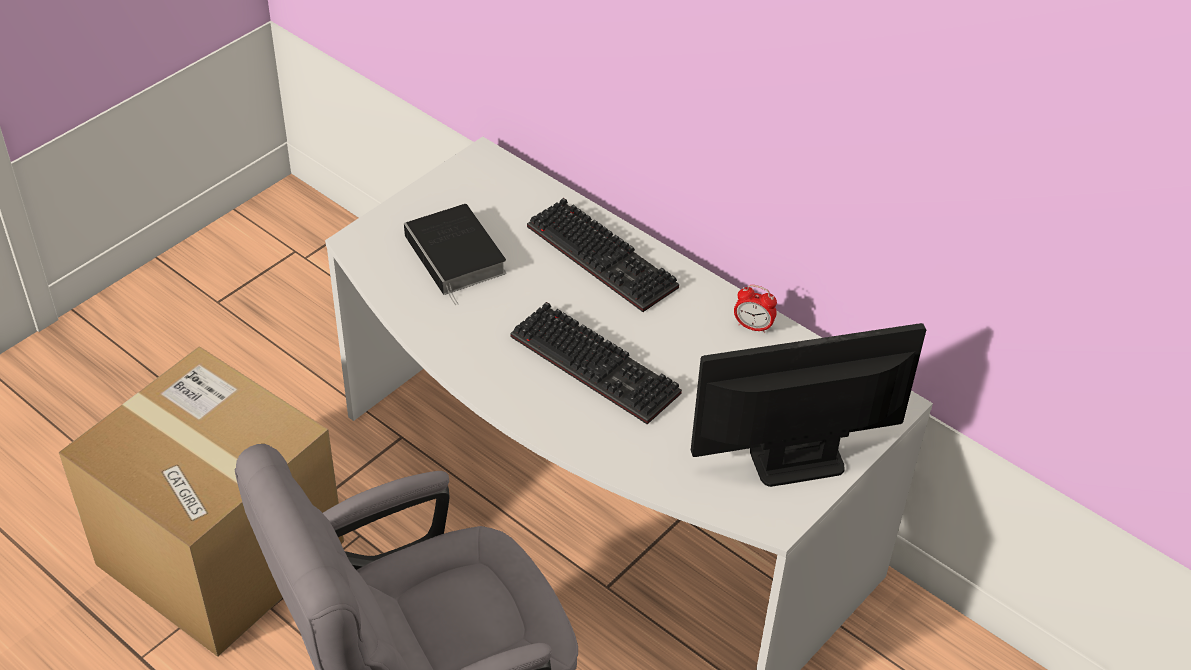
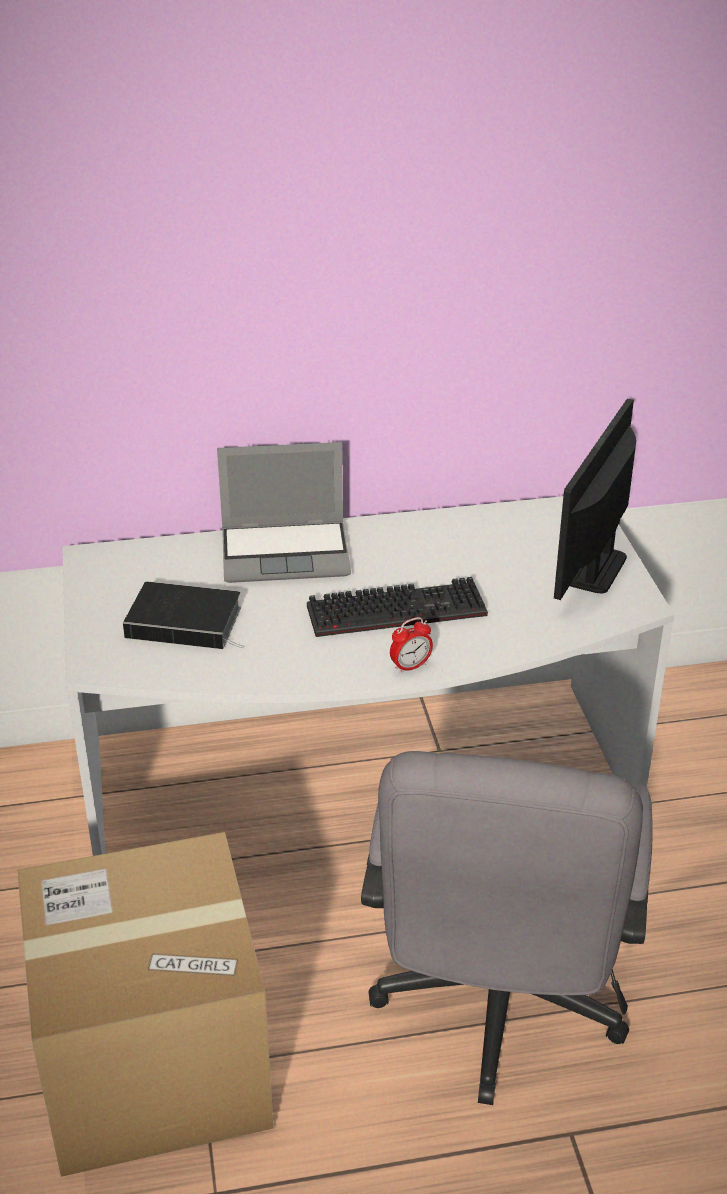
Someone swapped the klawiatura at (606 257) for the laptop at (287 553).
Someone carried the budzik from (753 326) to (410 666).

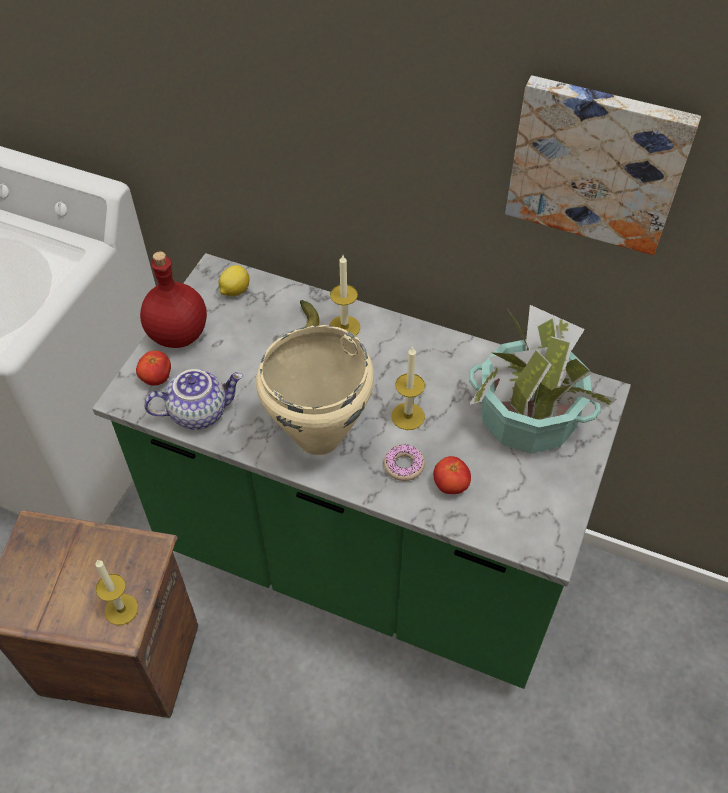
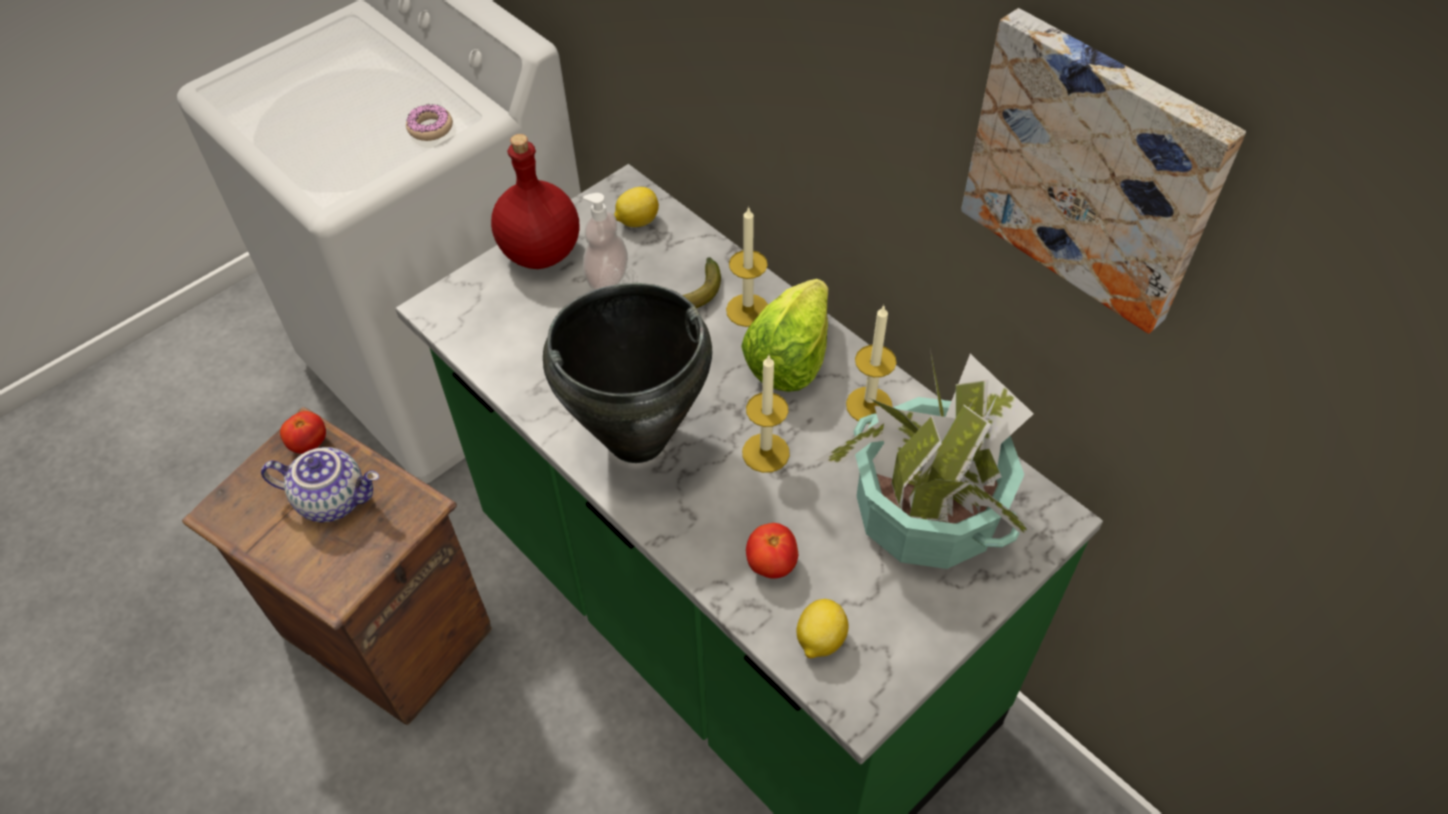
Someone carried the imbryk from (199 411) to (334 498).
Someone carried the pomidor from (156 378) to (309 444).
Someone carried the donut from (404 465) to (430 128).
Someone repainted the garnek [beżowy] at (317 437), which became the garnek [czarny] at (635 438).
Someone put down the dozownik mydła at (607 277).
Someone put down the sałata at (789 358).
Someone put down the cytryna at (819 640).
Someone carried the świeca from (121 609) to (869 405).

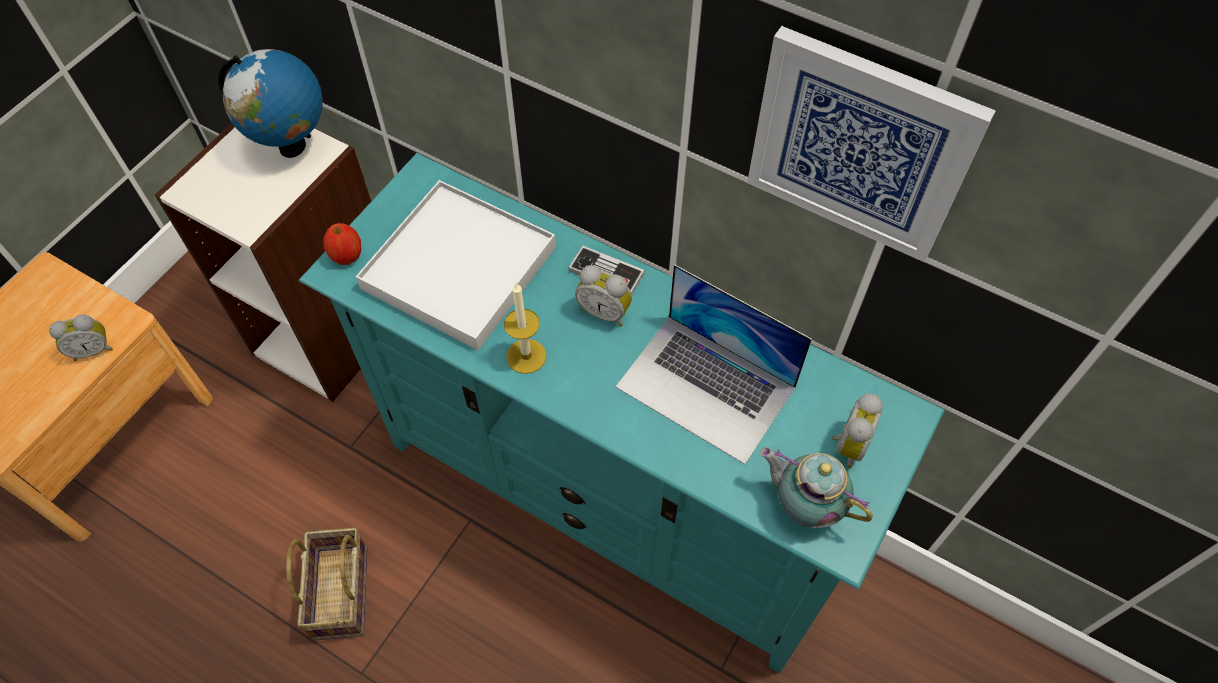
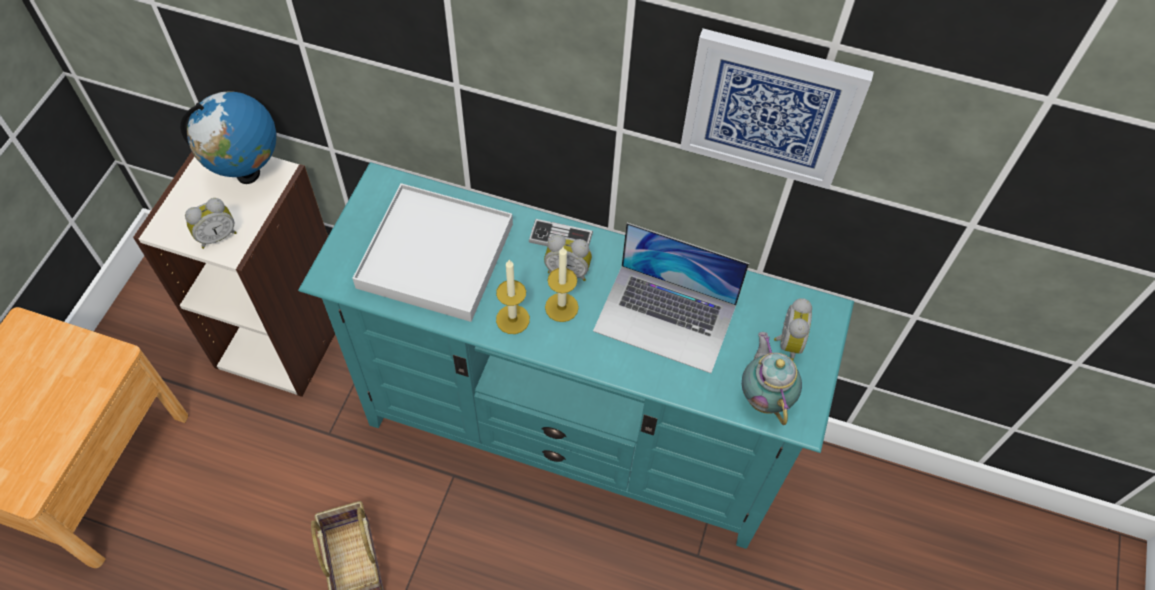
Someone carried the budzik from (93 349) to (217 236).
Someone put down the świeca at (561 307).
Someone rotated the imbryk at (804 505) by 60 degrees clockwise.
Someone took away the jabłko at (347 256).

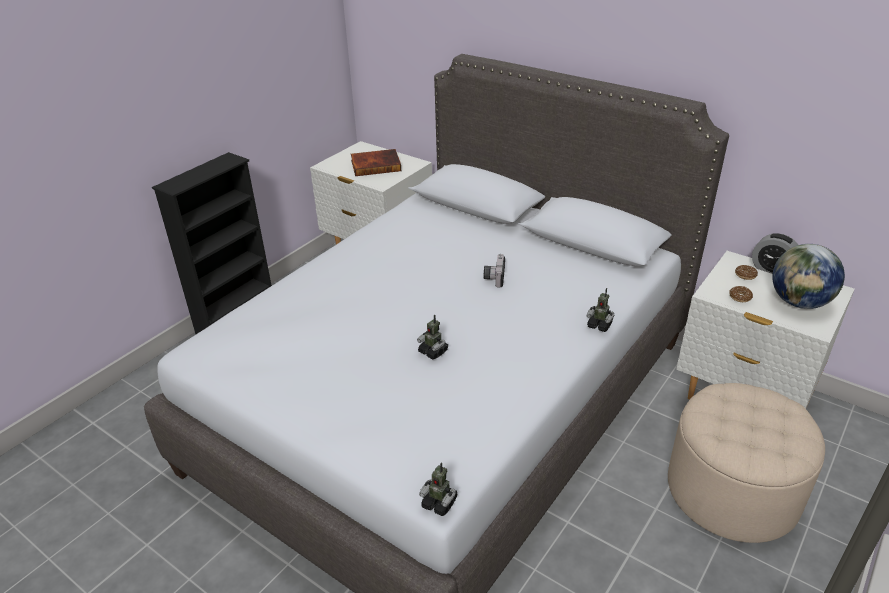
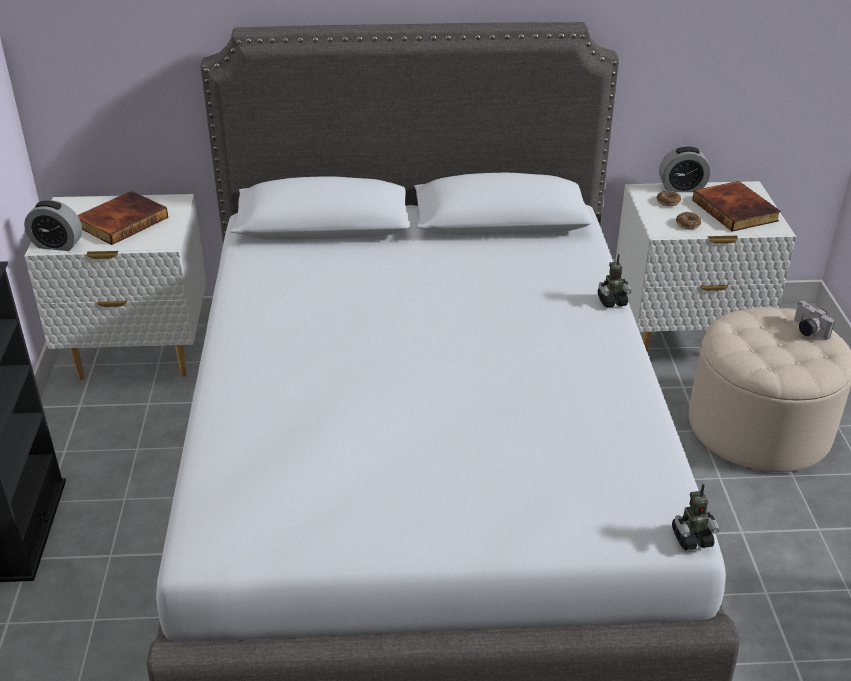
Someone put down the budzik at (57 245).
Someone swapped the globus at (799 302) for the książka at (736 210).
Someone carried the aparat fotograficzny from (494 277) to (807 330).
Someone took away the robot zabawkowy at (433 352).

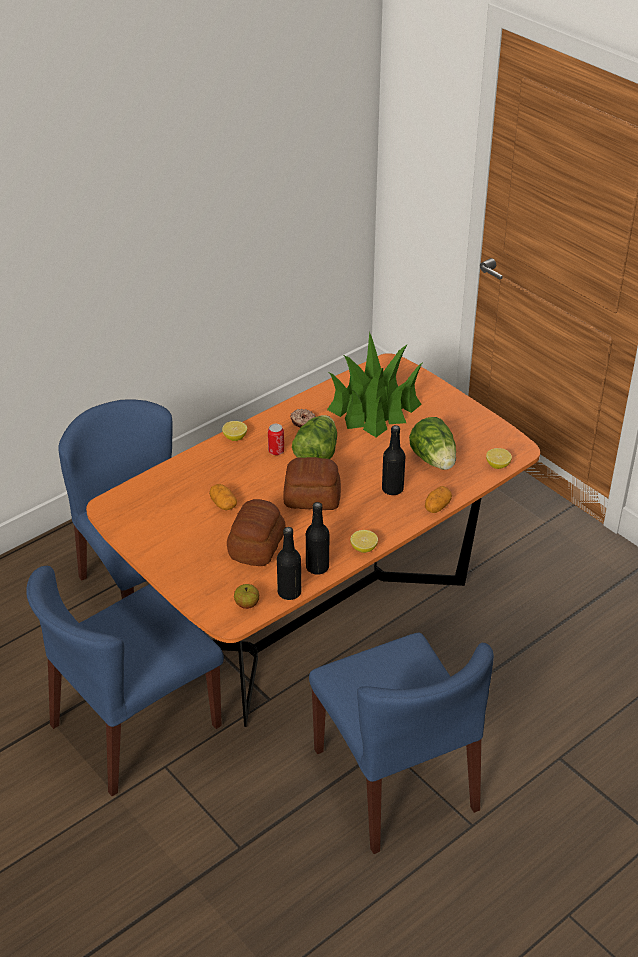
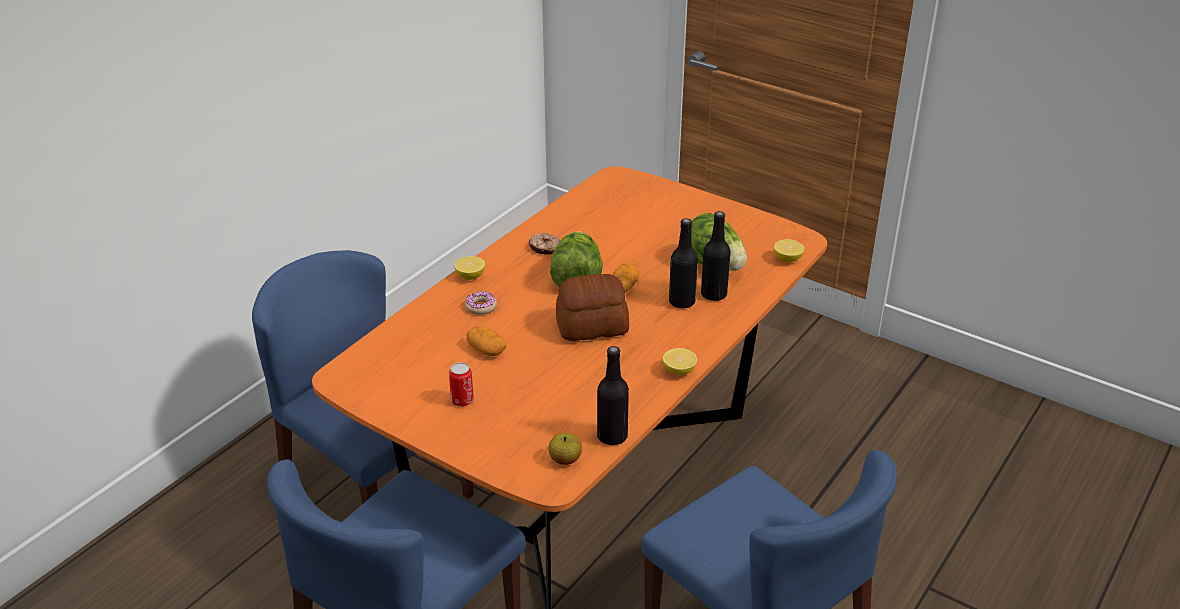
Someone carried the puszka from (276 451) to (462 401).
Someone put down the donut at (481 307).
Someone carried the ziemniak from (437 506) to (624 286).
Someone carried the butelka [czarny] from (317 567) to (713 294).
Someone took away the chleb at (258 546).
Someone took away the roślina doniczkowa at (373 408).

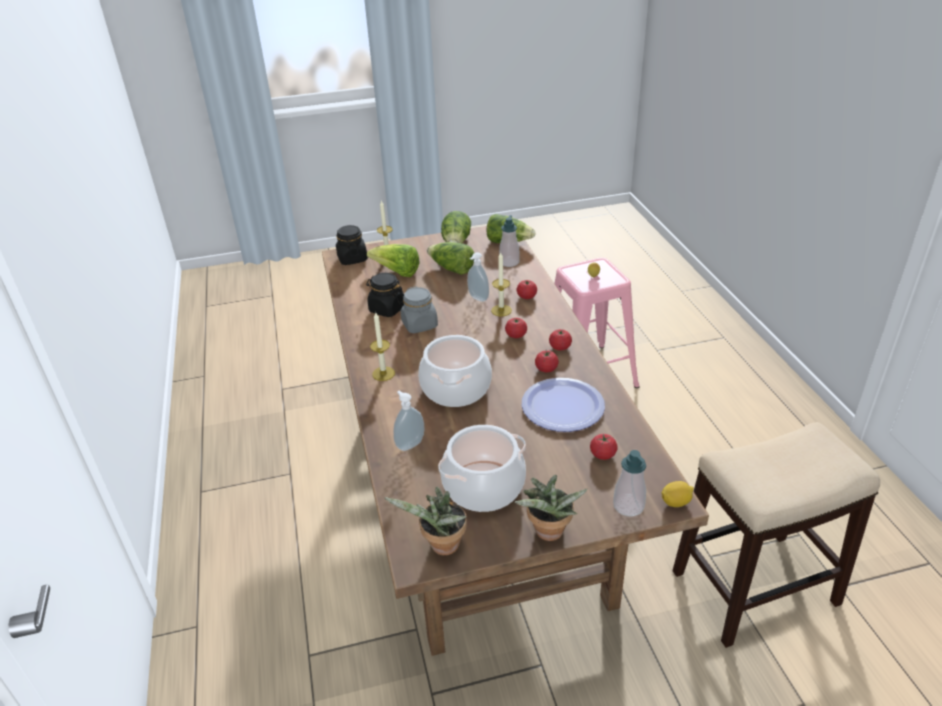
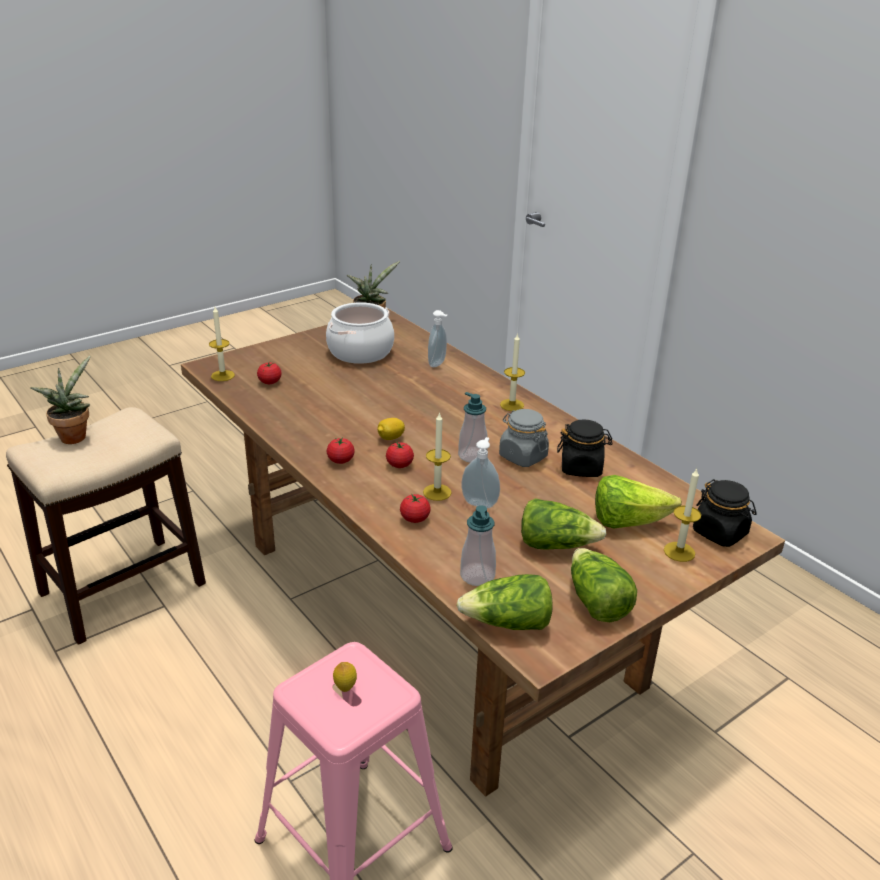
Someone carried the roślina doniczkowa from (548 534) to (74 436).
Someone put down the świeca at (222 375).
Someone carried the cytryna from (676 502) to (390 438).
Someone carried the dozownik mydła from (628 506) to (472 456).
Someone took away the garnek at (456 388).
Someone took away the talerz at (562 406).
Someone took away the pomidor at (546 369).

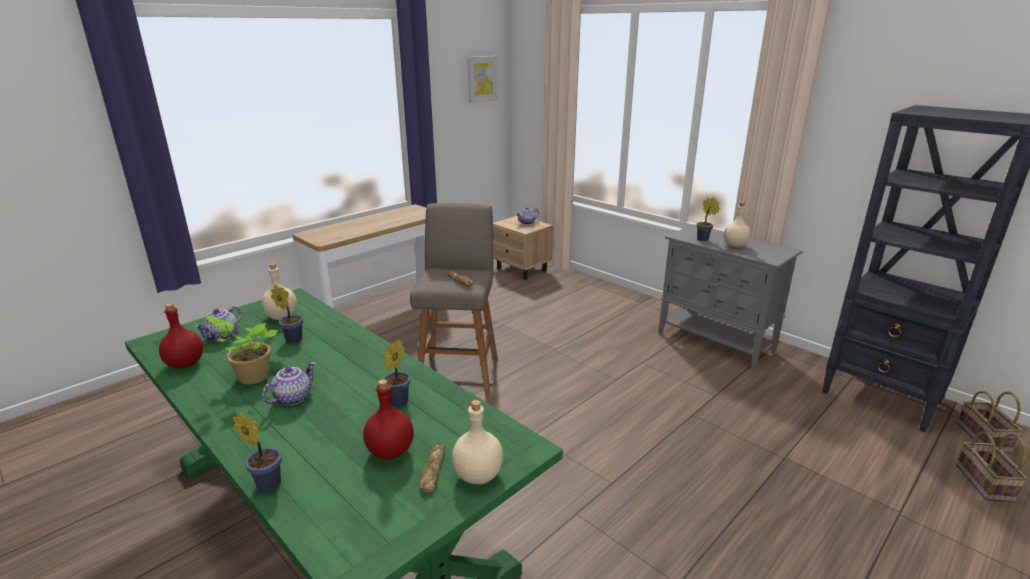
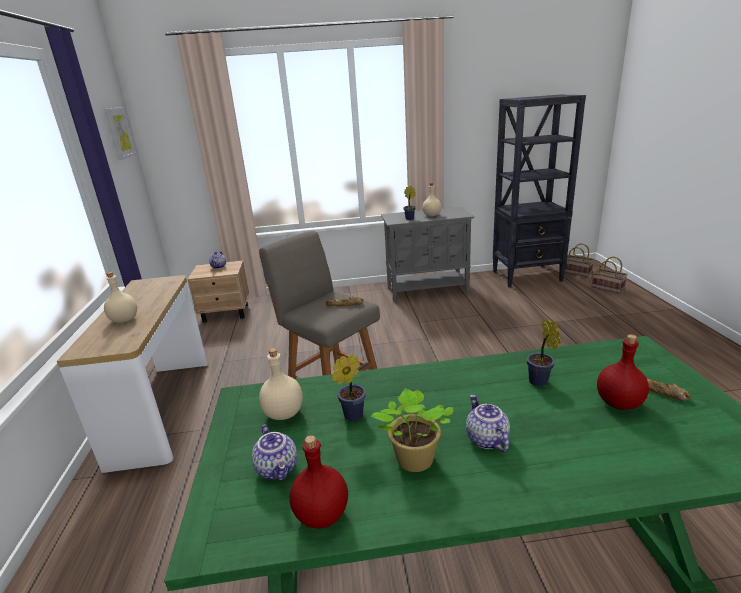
Someone carried the butelka [beżowy] from (478 475) to (124 320).
Someone took away the roślina doniczkowa at (266 483).

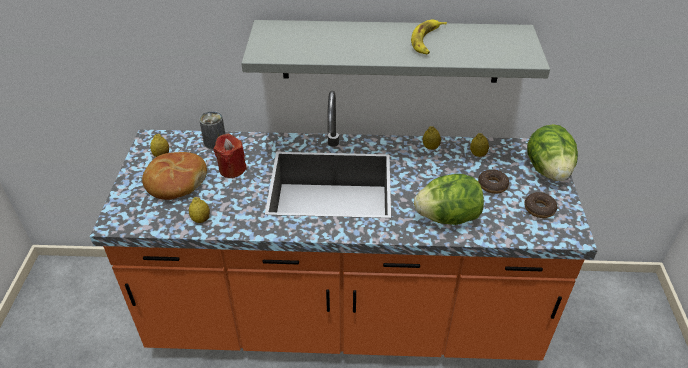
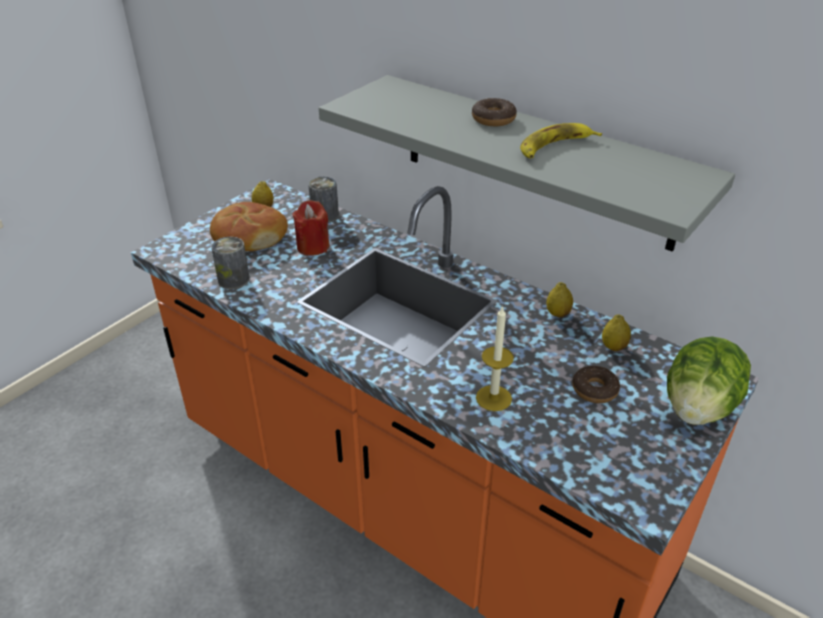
Someone swapped the cytryna at (201 219) for the puszka at (233 280).
Someone carried the donut from (539 209) to (493 119).
Someone swapped the sałata at (447 217) for the świeca at (493 398).

